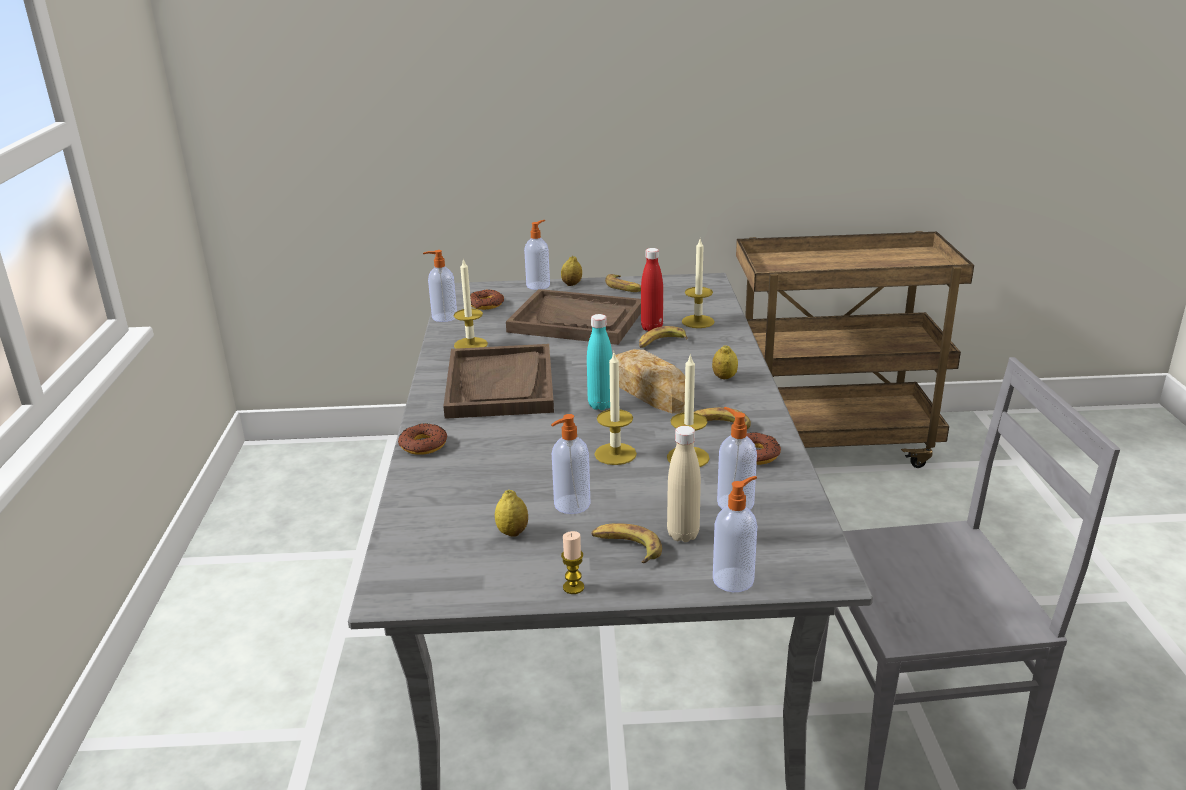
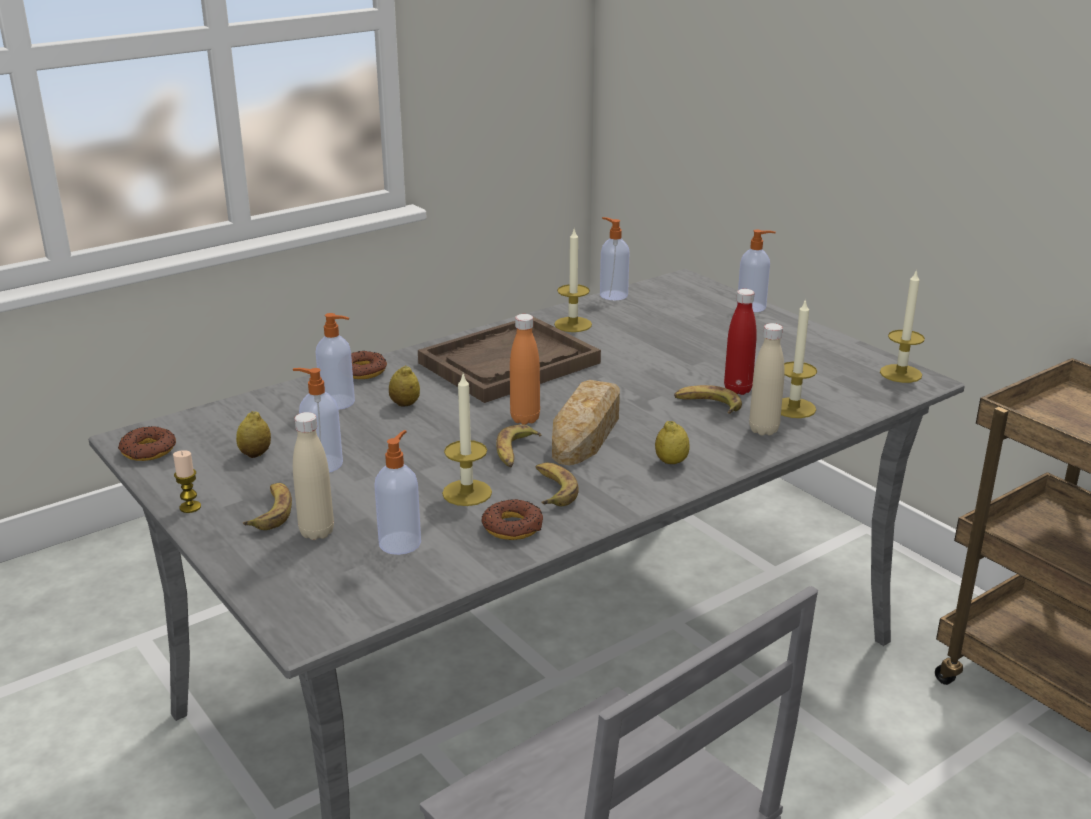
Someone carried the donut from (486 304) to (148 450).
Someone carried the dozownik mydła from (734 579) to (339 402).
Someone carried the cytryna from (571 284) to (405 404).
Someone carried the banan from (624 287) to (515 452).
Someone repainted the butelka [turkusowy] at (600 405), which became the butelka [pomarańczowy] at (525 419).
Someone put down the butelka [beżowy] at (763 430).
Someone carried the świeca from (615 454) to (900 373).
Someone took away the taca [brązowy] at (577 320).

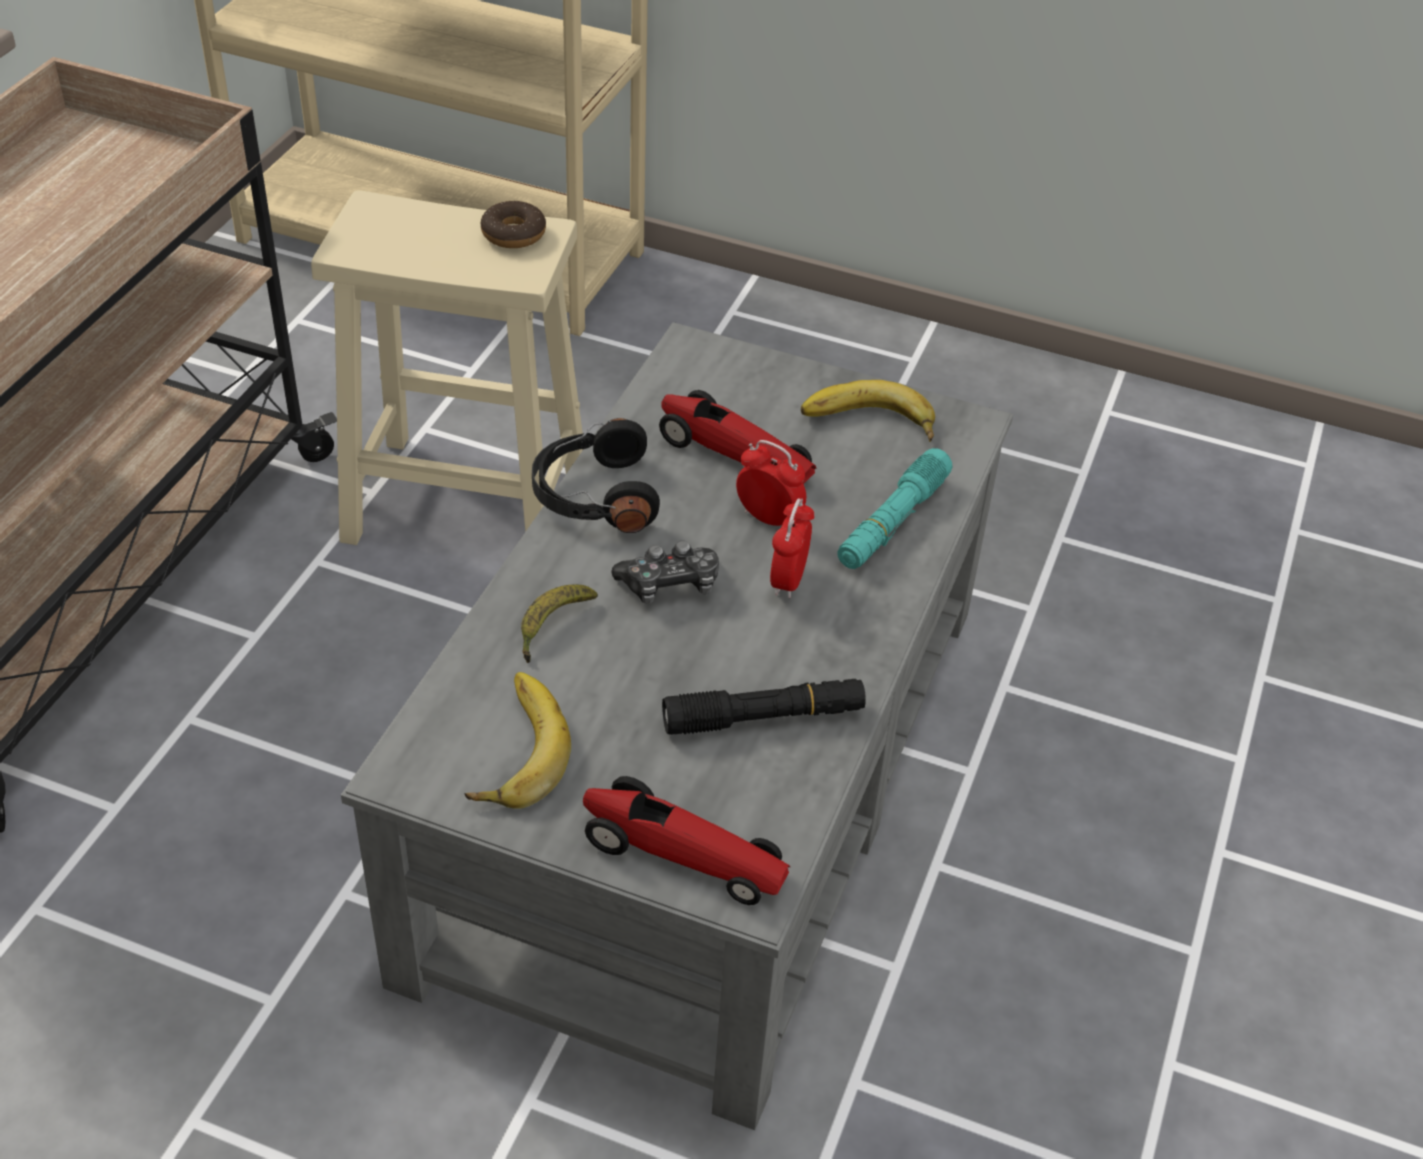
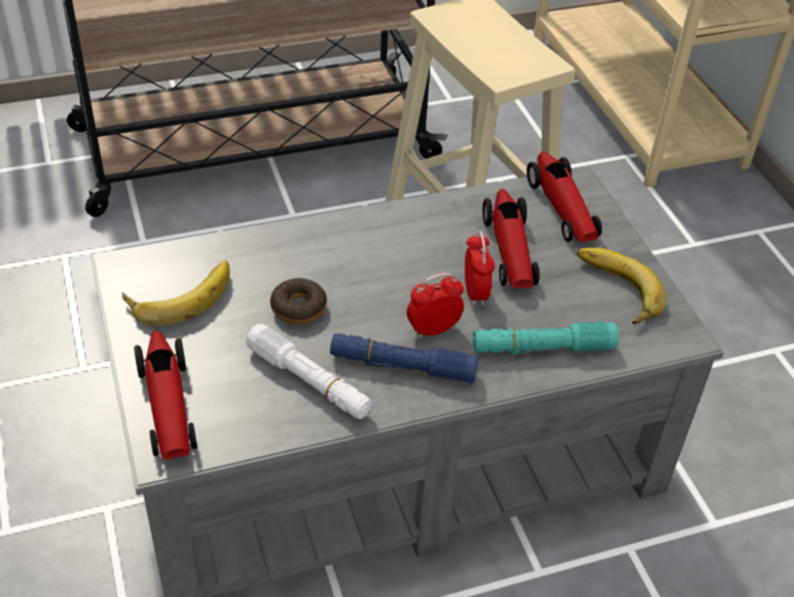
Someone repainted the latarka [czarny] at (764 718), which became the latarka [biały] at (309 381).
Someone carried the donut from (513 234) to (298 307).
Someone put down the latarka [niebieski] at (402 366).
Someone put down the samochodzik at (562 208).
Someone took away the banan at (552 627).
Someone took away the słuchawki [czarny] at (593 496).
Someone took away the pad do gier at (670 584).

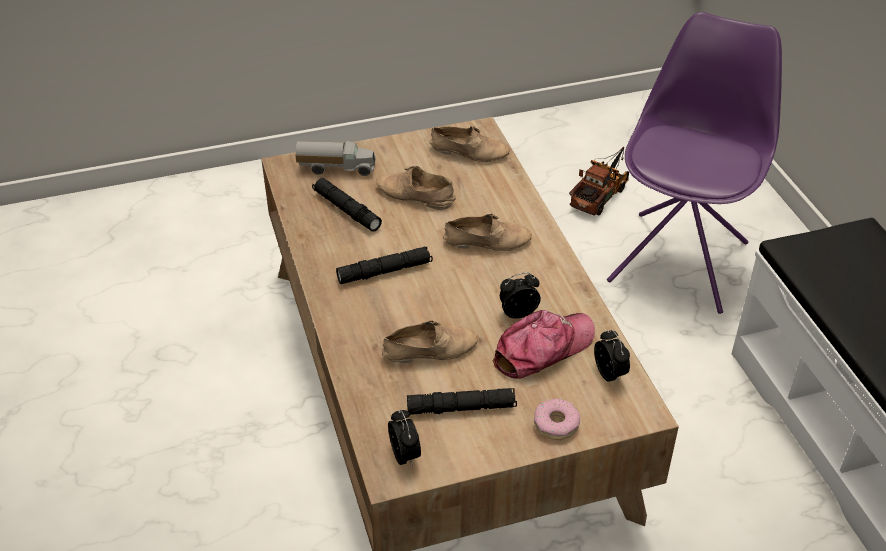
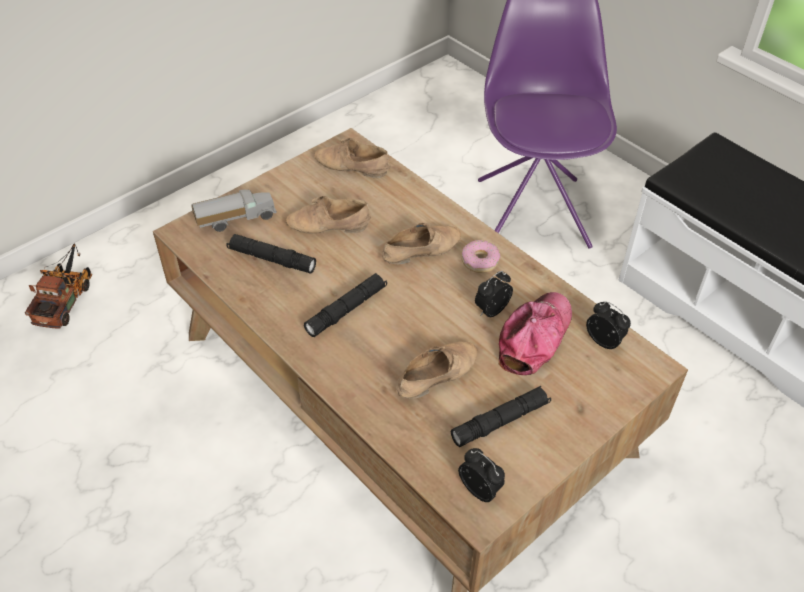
Someone carried the ciężarówka zabawkowa from (601 194) to (66 298).
Someone rotated the but [beżowy] at (469 151) by 150 degrees counterclockwise.
Someone carried the donut from (555 424) to (479 261).

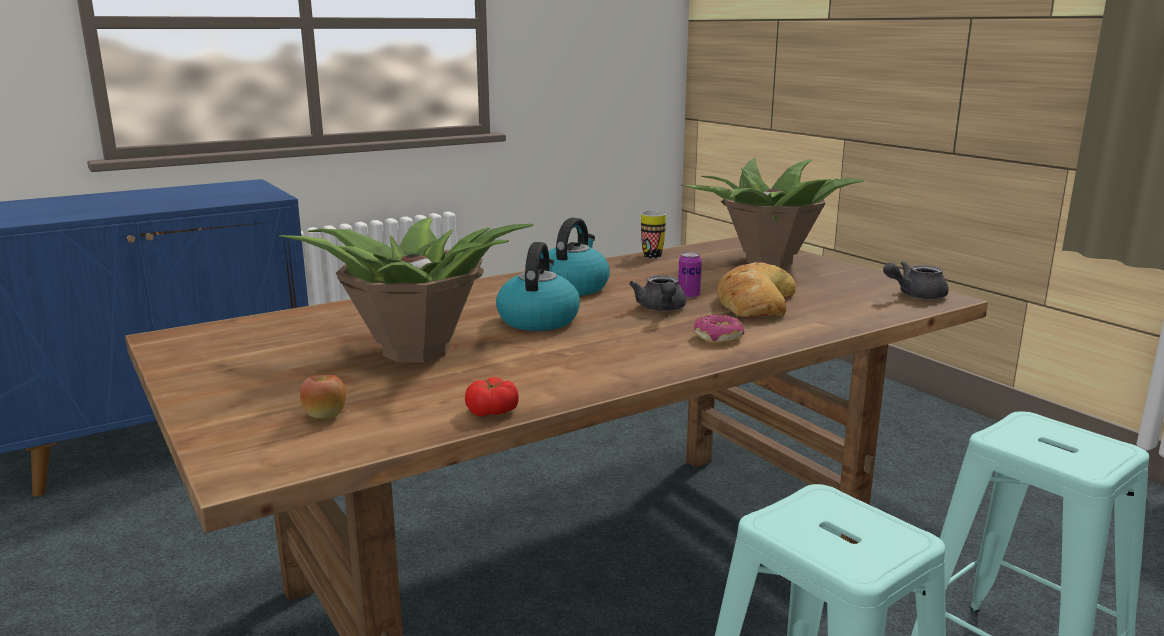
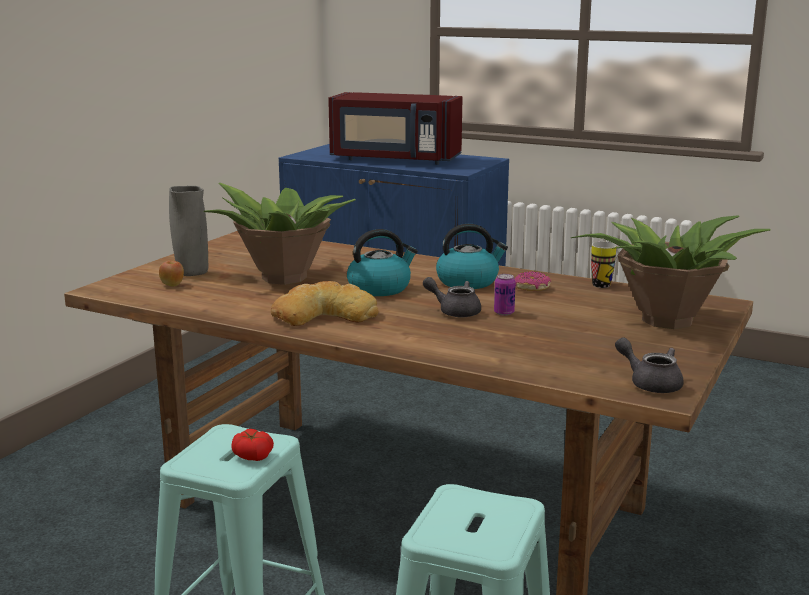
Someone put down the wazon [szary] at (191 274).
Someone carried the pomidor from (492 411) to (252 456).
Someone carried the chleb from (754 302) to (324 315).
Someone put down the mikrofalówka [czerwony] at (394 160).
Someone rotated the imbryk [szary] at (661 309) by 60 degrees clockwise.
Someone carried the donut from (718 337) to (532 288).

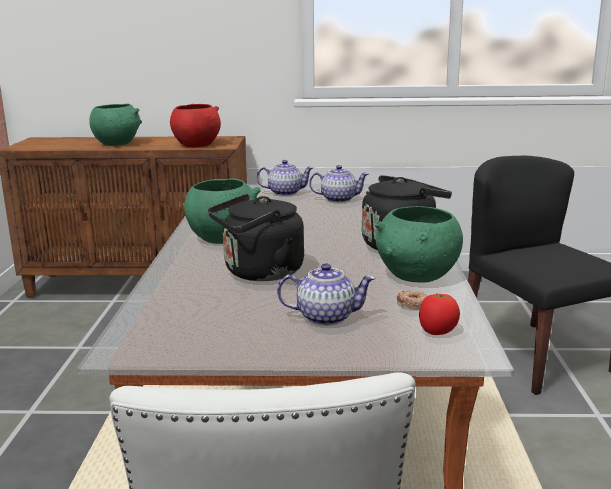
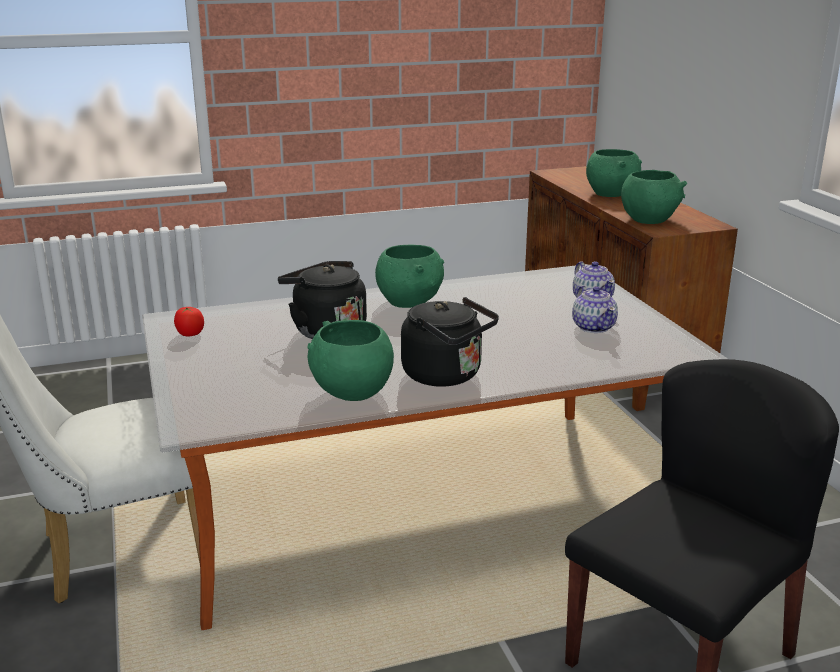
Someone carried the pomidor from (437 331) to (190 334).
Someone repainted the miska [czerwony] at (196 145), which became the miska [zielony] at (649 220).
Someone took away the imbryk at (325 317).
Someone took away the donut at (413 304).

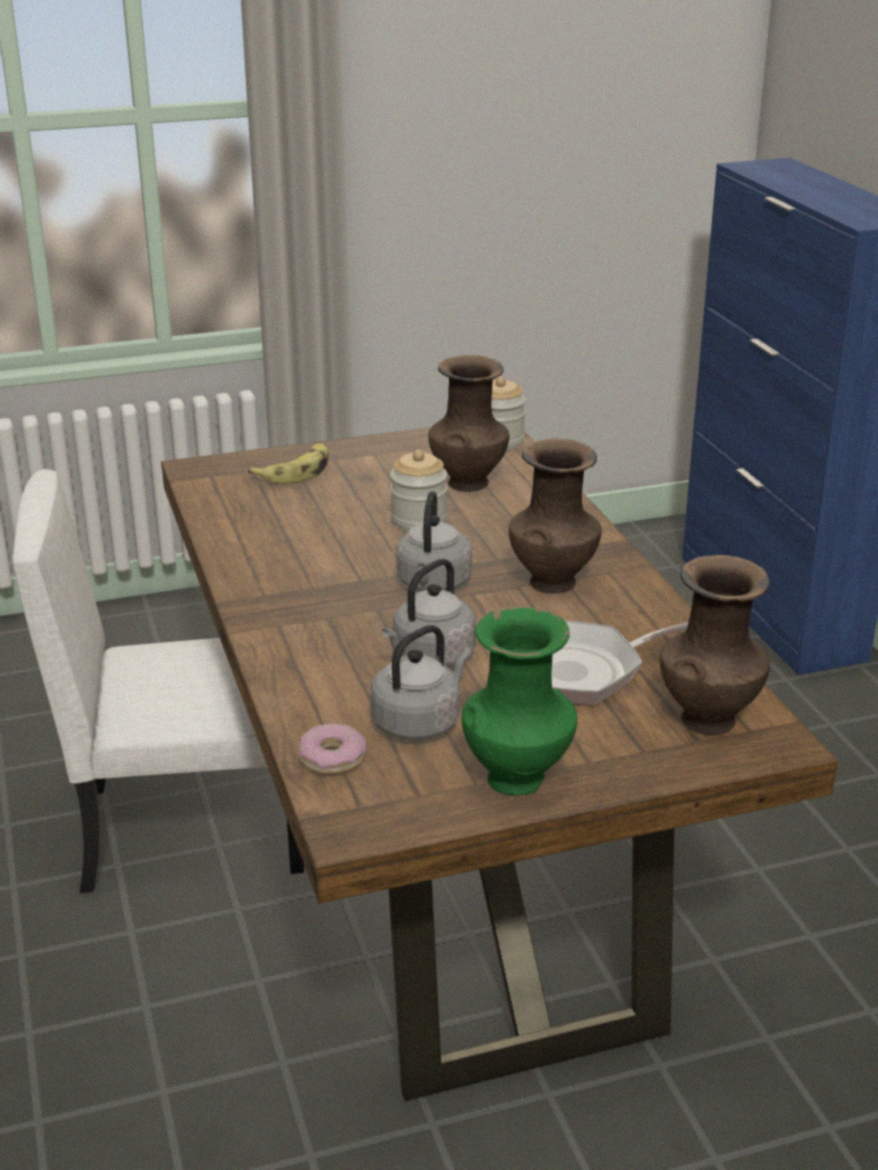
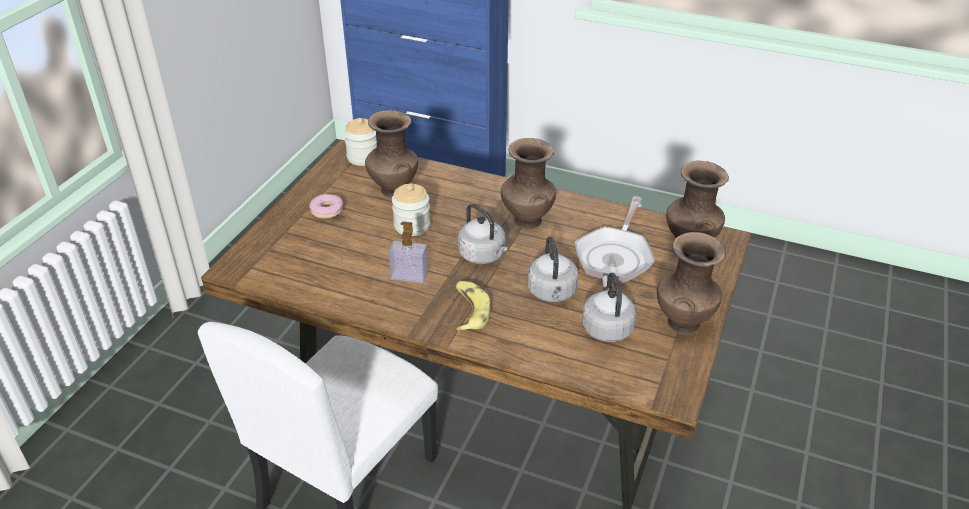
Someone carried the donut from (332 758) to (327 210).
Someone put down the dozownik mydła at (409 276).
Someone carried the banan from (296 472) to (469 310).
Someone repainted the wazon [zielony] at (518 778), which became the wazon [brązowy] at (683 322).

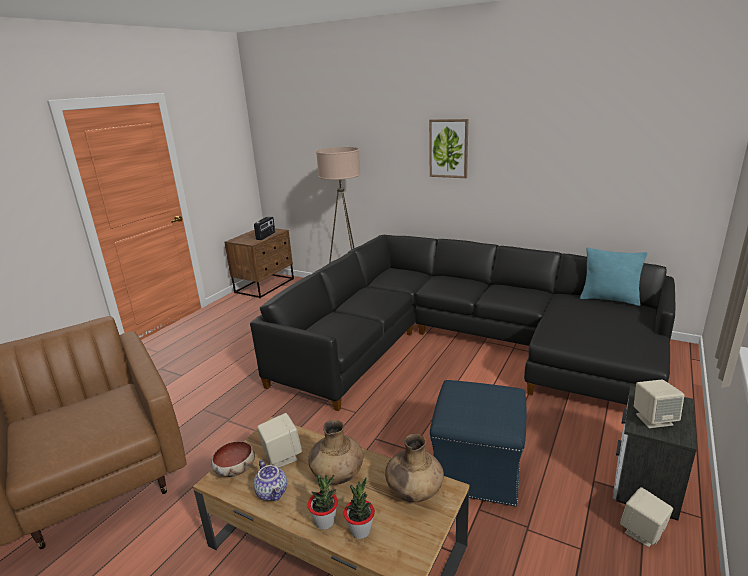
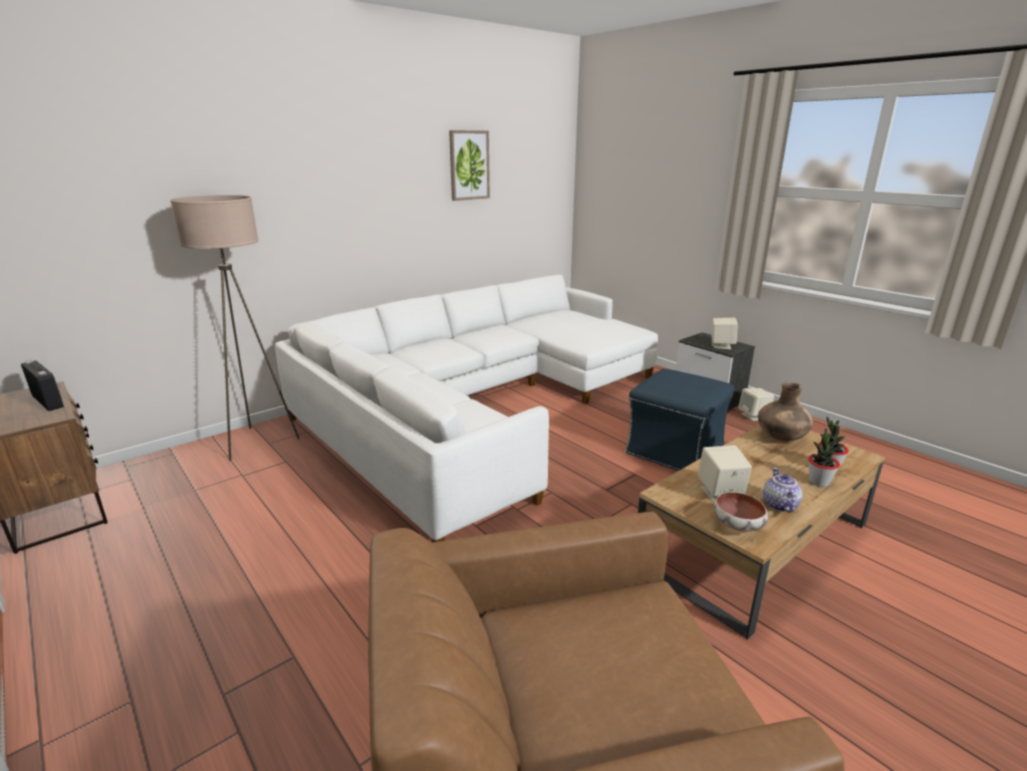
Someone repainted the kanapa [czarny] at (463 345), which became the kanapa [biały] at (478 406).
Someone carried the obraz from (448 148) to (469 165).
Someone rotated the imbryk at (273 492) by 75 degrees counterclockwise.
Someone took away the wazon [brązowy] at (337 475).
Someone took away the poduszka [turkusowy] at (609 299).

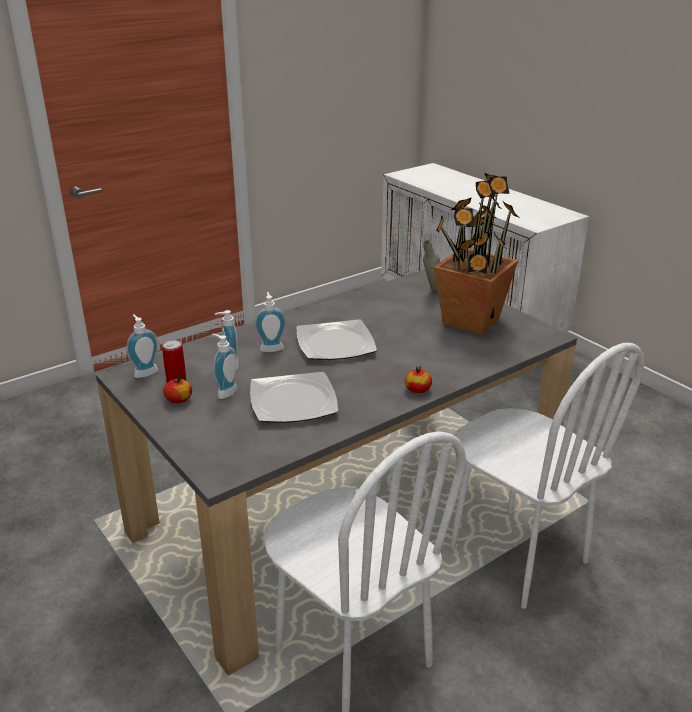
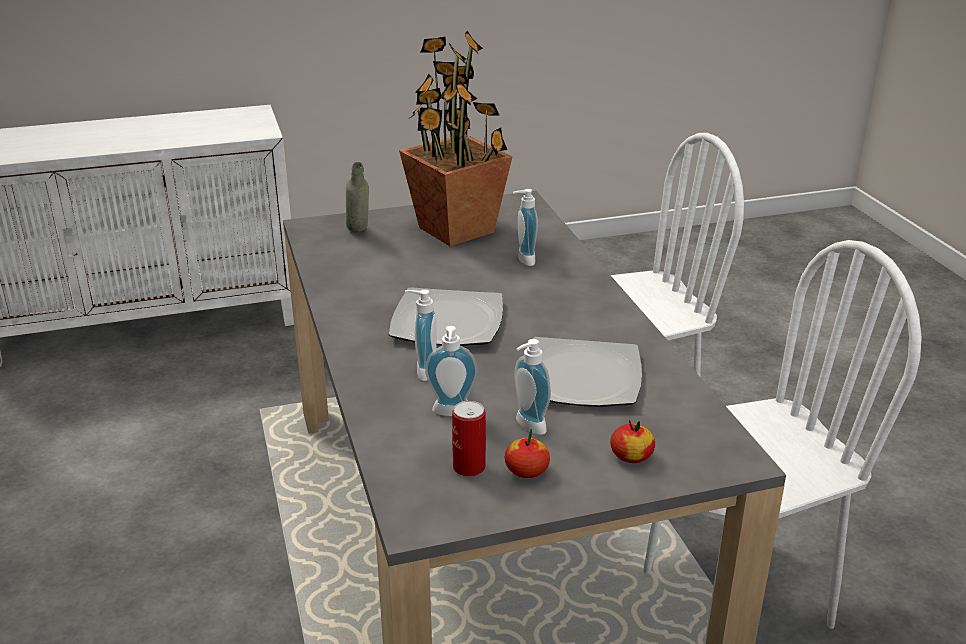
Someone carried the dozownik mydła from (145 372) to (523 260).
Someone carried the jabłko from (417 389) to (631 456).

